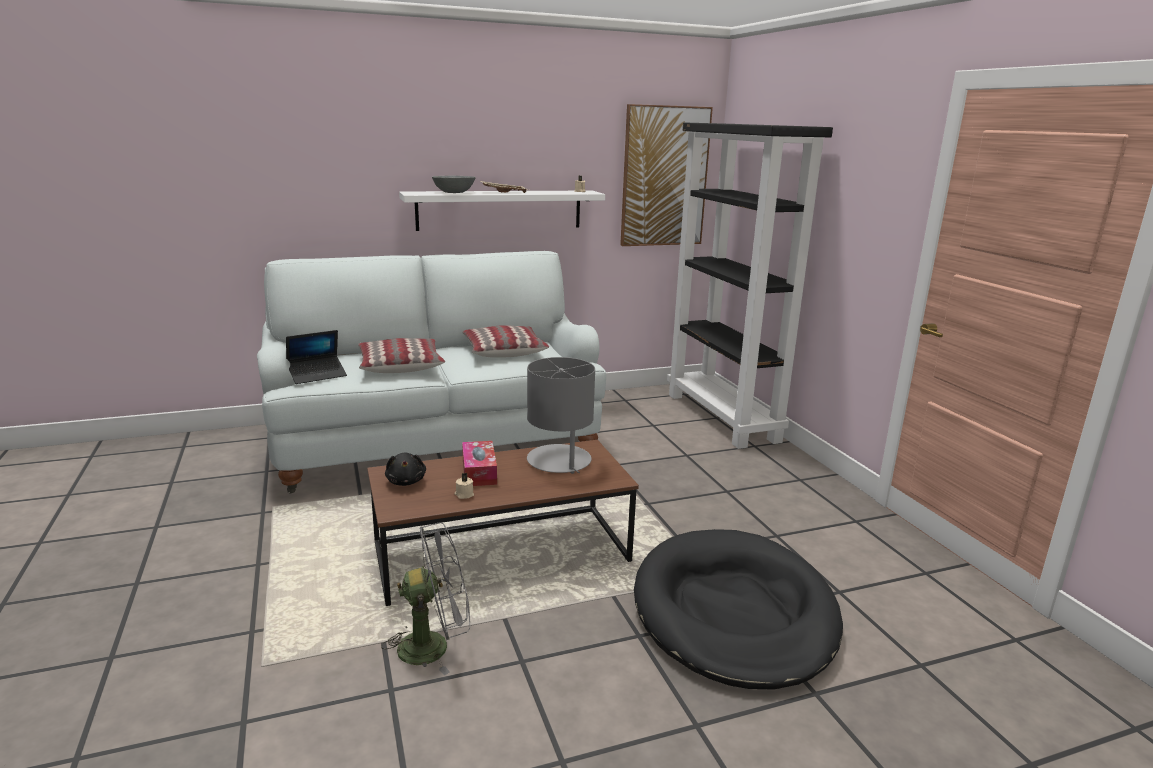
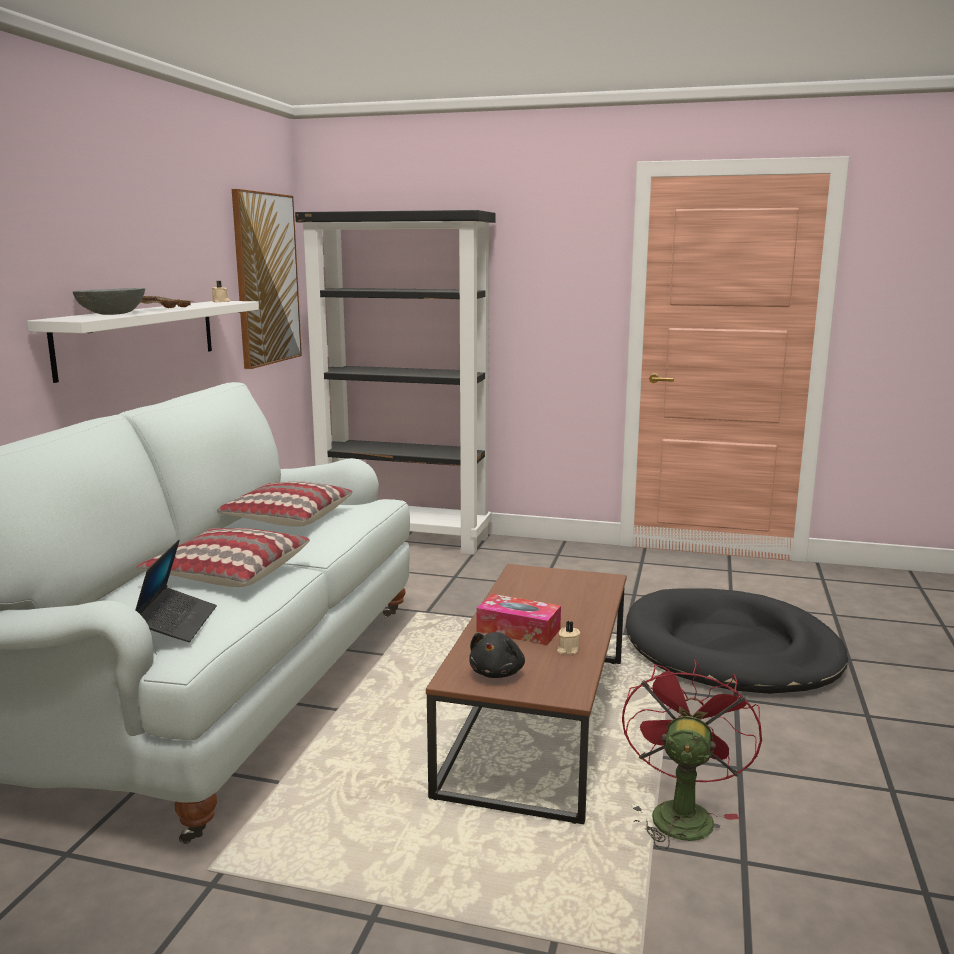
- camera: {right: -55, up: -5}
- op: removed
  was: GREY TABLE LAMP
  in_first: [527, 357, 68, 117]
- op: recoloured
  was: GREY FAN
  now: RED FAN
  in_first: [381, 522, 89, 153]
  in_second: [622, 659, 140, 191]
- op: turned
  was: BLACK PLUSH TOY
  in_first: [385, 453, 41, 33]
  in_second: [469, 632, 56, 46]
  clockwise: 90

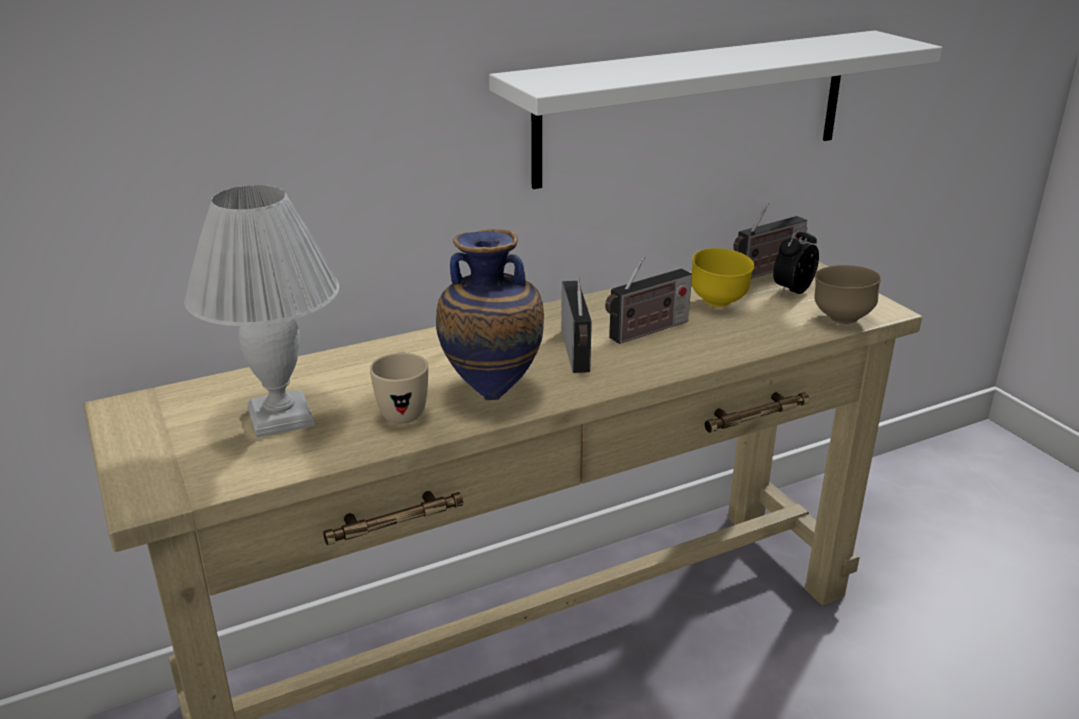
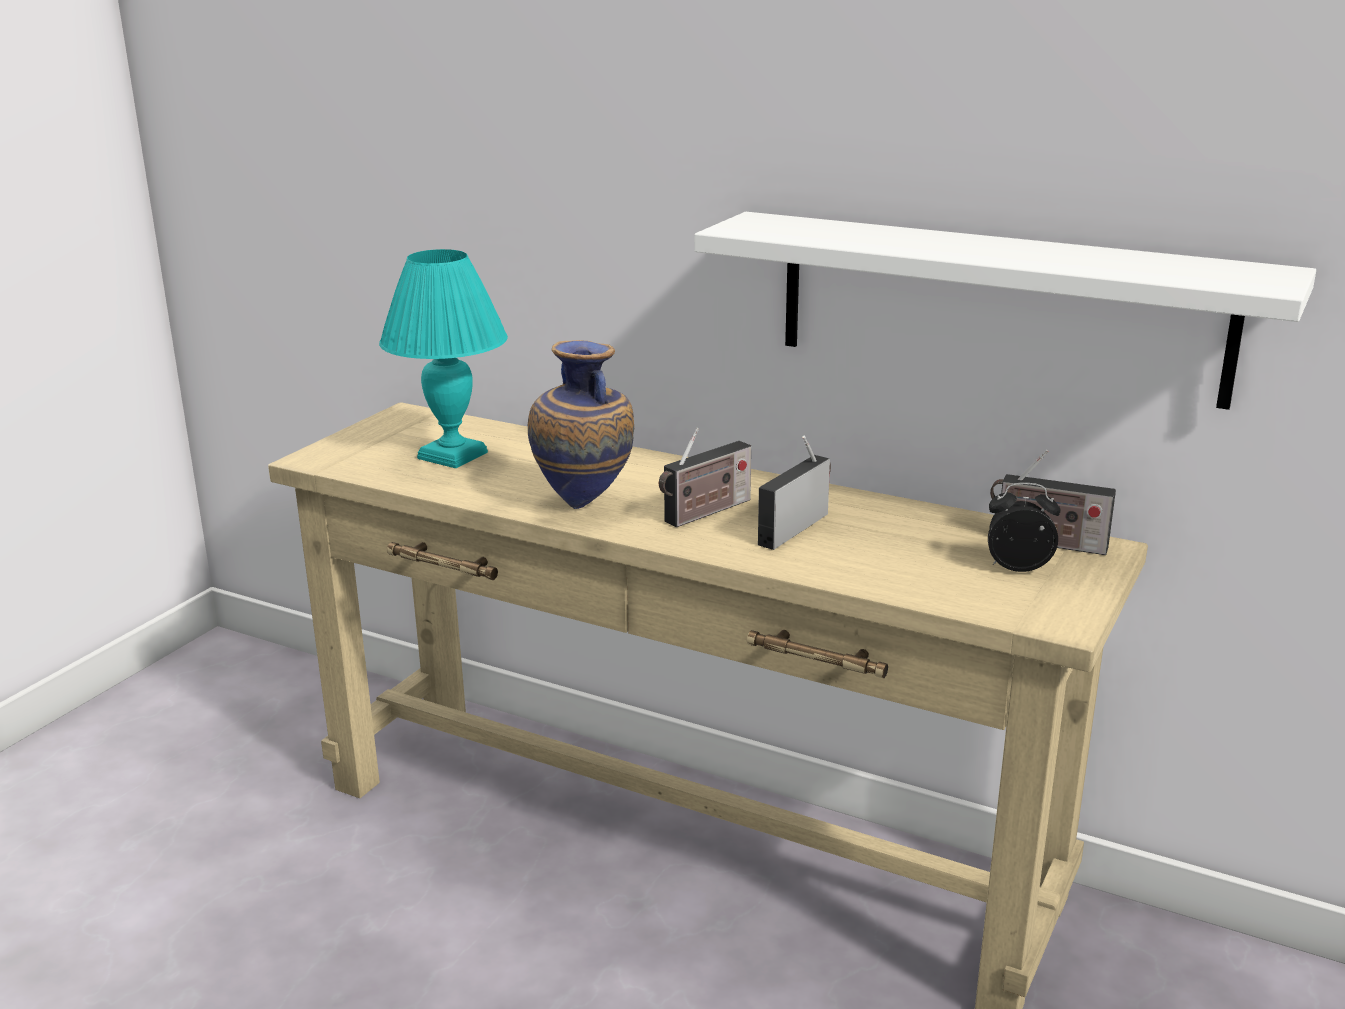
- camera: {right: 55, up: -5}
- op: removed
  was: BEIGE MUG
  in_first: [370, 352, 59, 72]
- op: removed
  was: YELLOW BOWL
  in_first: [691, 248, 63, 59]
- op: removed
  was: BROWN BOWL
  in_first: [814, 265, 67, 59]
- op: recoloured
  was: WHITE TABLE LAMP
  now: TURQUOISE TABLE LAMP
  in_first: [184, 185, 155, 253]
  in_second: [379, 249, 129, 219]
- op: turned
  was: RADIO
  in_first: [605, 256, 87, 88]
  in_second: [758, 436, 73, 114]
  clockwise: 105

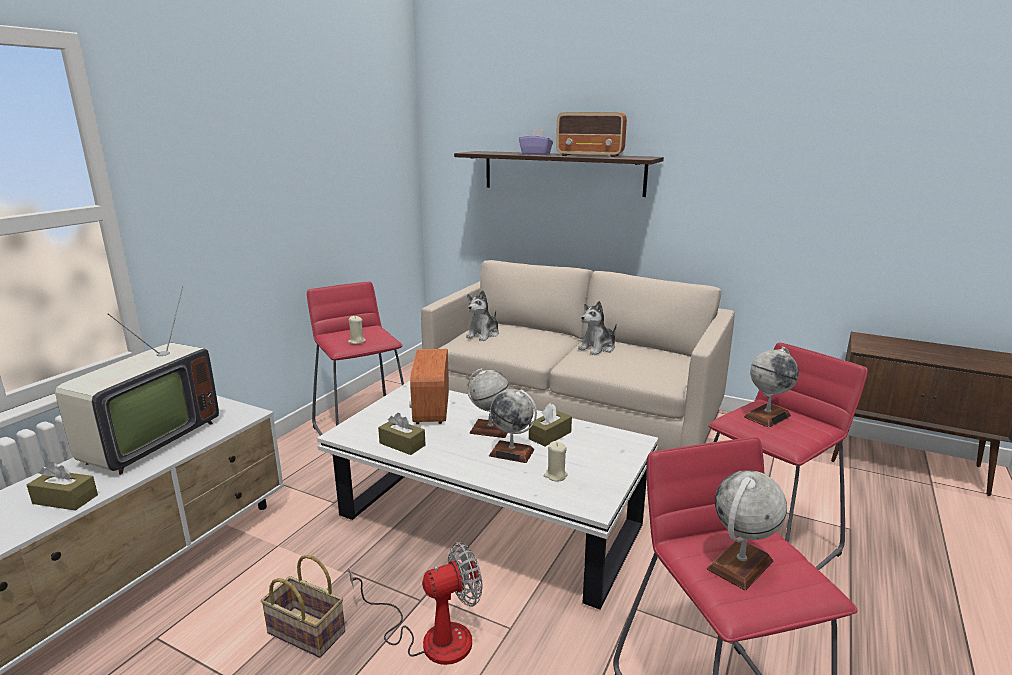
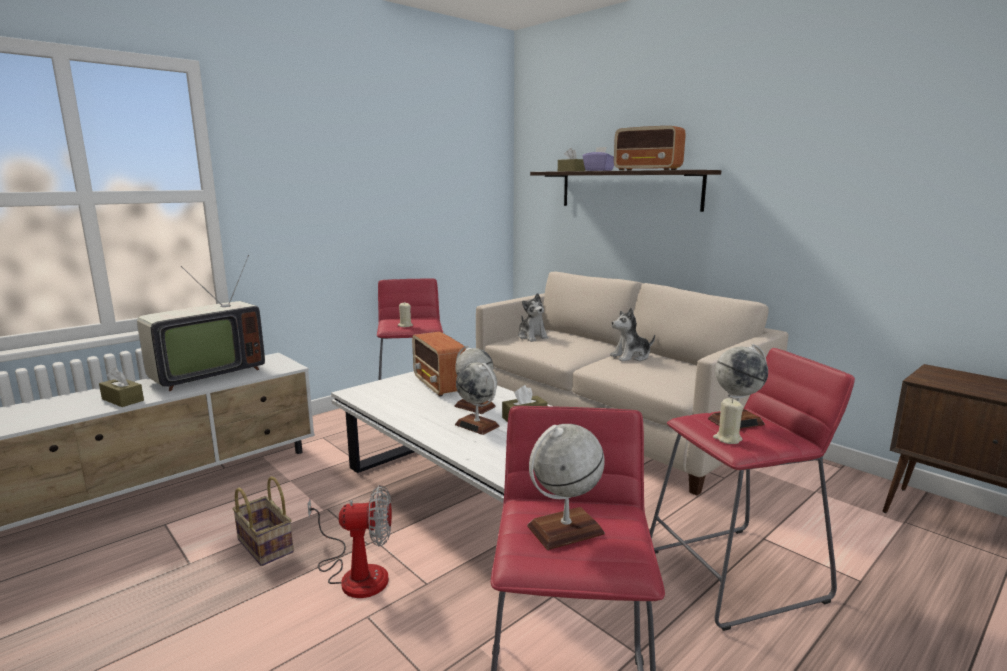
- camera: {right: 20, up: -5}
- op: moved
  was: BROWN TISSUE BOX
  in_first: [378, 413, 48, 42]
  in_second: [558, 148, 27, 23]
- op: moved
  was: BEIGE CANDLE
  in_first: [544, 441, 24, 41]
  in_second: [713, 398, 31, 46]
- op: turned
  was: RADIO
  in_first: [410, 349, 39, 75]
  in_second: [412, 332, 54, 65]
  clockwise: -45
- op: turned
  was: PLUSH TOY
  in_first: [466, 290, 33, 51]
  in_second: [518, 293, 31, 49]
  clockwise: -75

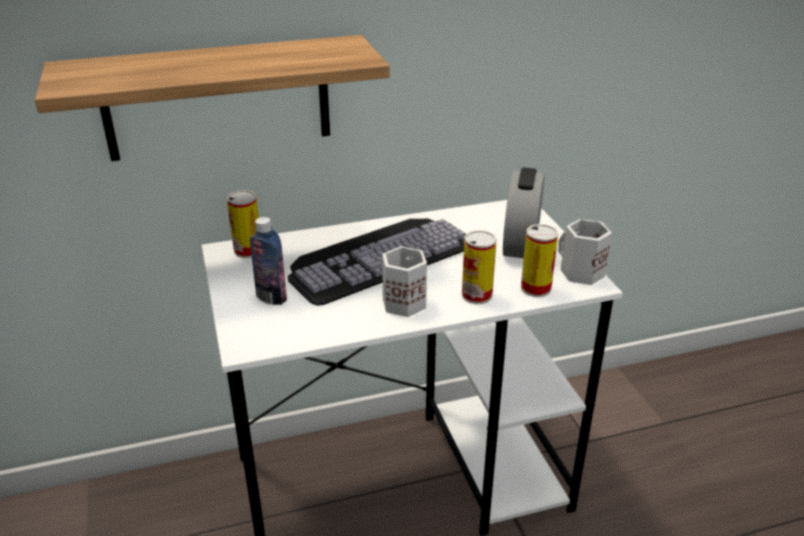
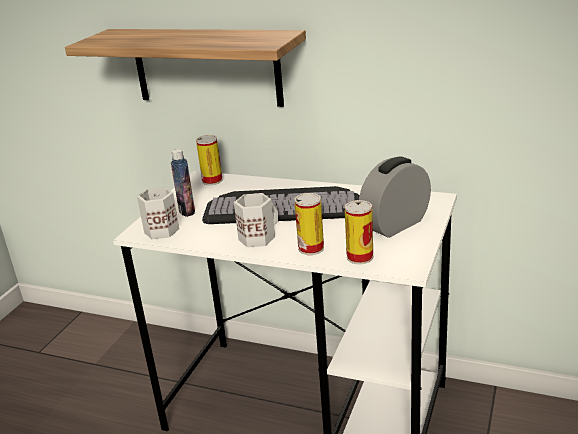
- camera: {right: 40, up: -5}
- op: moved
  was: WHITE MUG
  in_first: [558, 219, 54, 66]
  in_second: [137, 187, 42, 52]

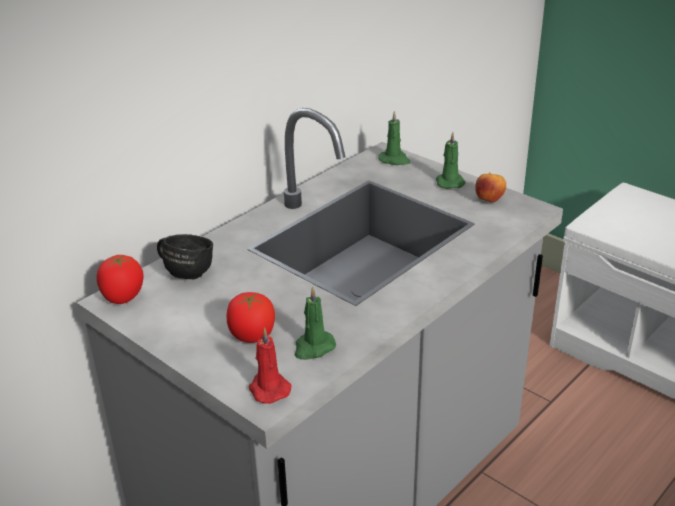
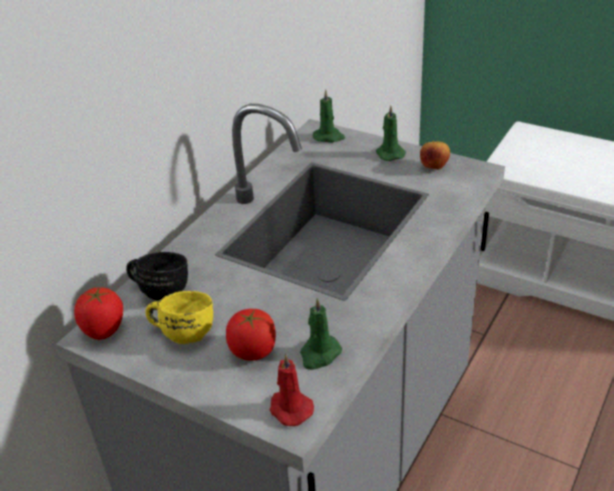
- camera: {right: -10, up: 5}
- op: added
  now: YELLOW MUG
  in_second: [145, 291, 68, 53]

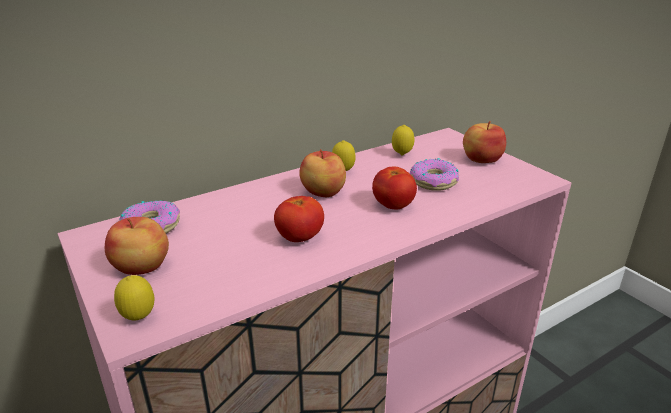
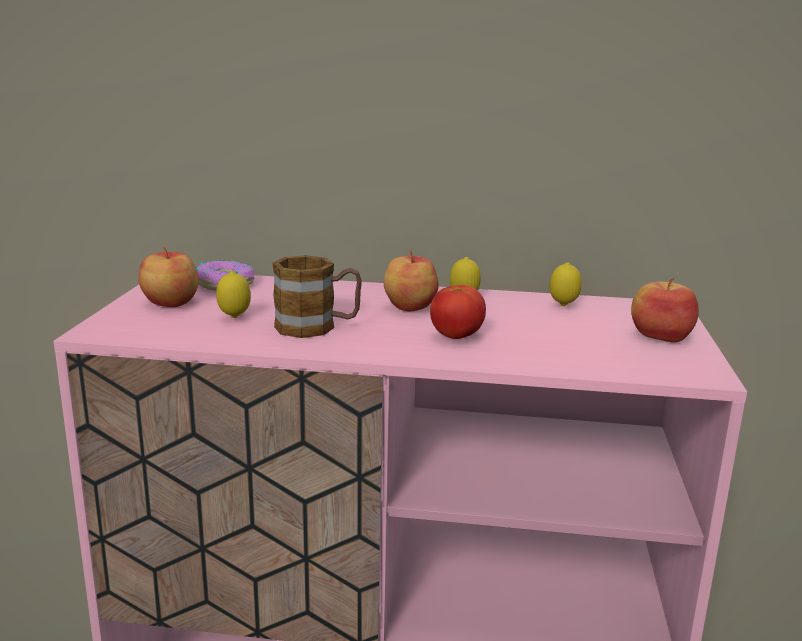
- camera: {right: 40, up: -10}
- op: removed
  was: DONUT
  in_first: [409, 158, 50, 33]
- op: moved
  was: LEMON
  in_first: [114, 275, 40, 45]
  in_second: [216, 271, 35, 47]
- op: replaced
  was: TOMATO
  now: MUG
  in_first: [274, 196, 50, 46]
  in_second: [272, 255, 90, 83]

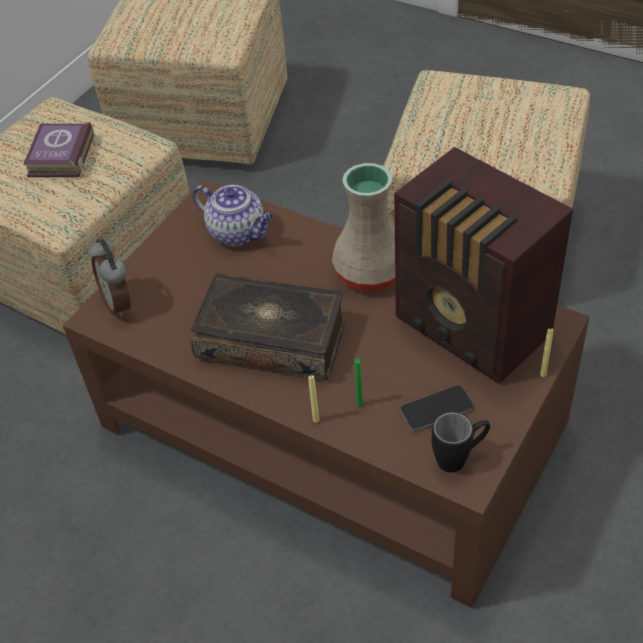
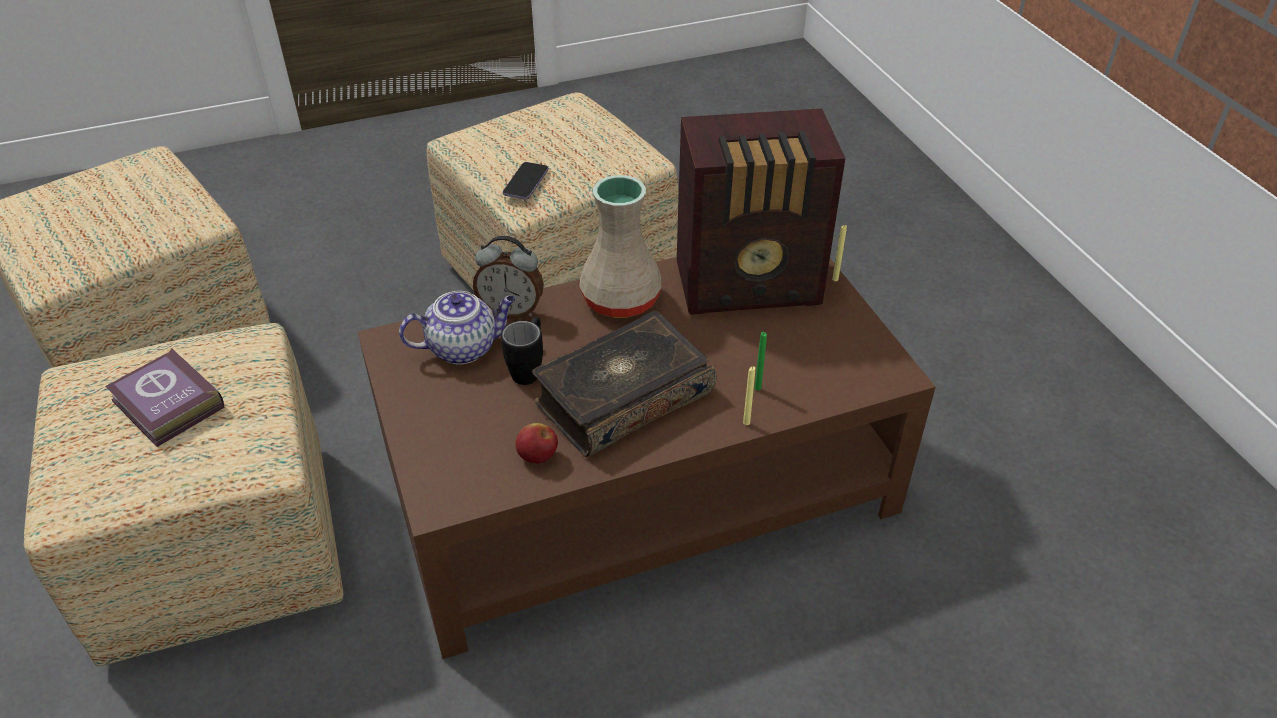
- camera: {right: -55, up: -5}
- op: added
  now: APPLE
  in_second: [515, 423, 43, 40]
- op: moved
  was: ALARM CLOCK
  in_first: [88, 239, 43, 79]
  in_second: [473, 236, 71, 83]
- op: moved
  was: PHONE
  in_first: [400, 385, 74, 46]
  in_second: [503, 162, 45, 37]
- op: moved
  was: BLACK MUG
  in_first: [432, 412, 58, 61]
  in_second: [501, 317, 42, 68]

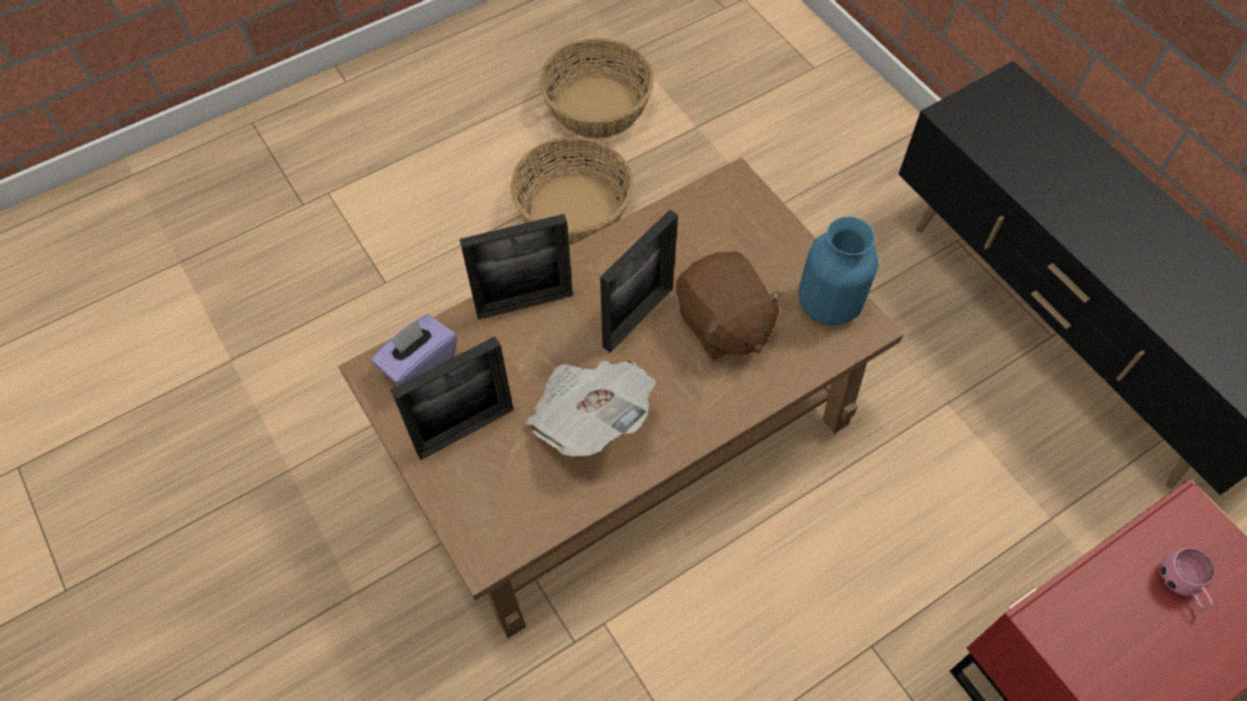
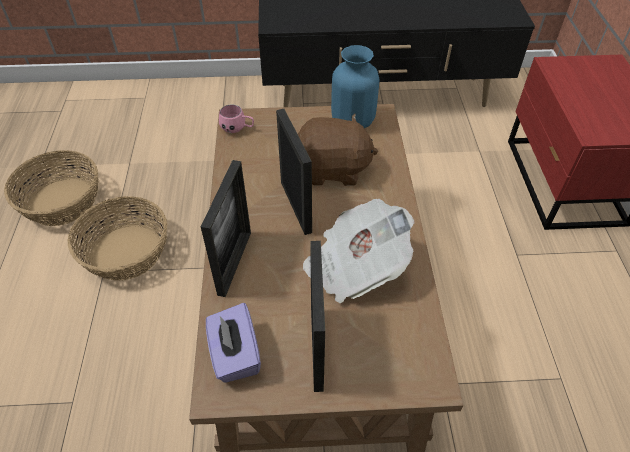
- camera: {right: -60, up: -10}
- op: moved
  was: PINK MUG
  in_first: [1160, 548, 54, 62]
  in_second: [219, 104, 35, 29]

